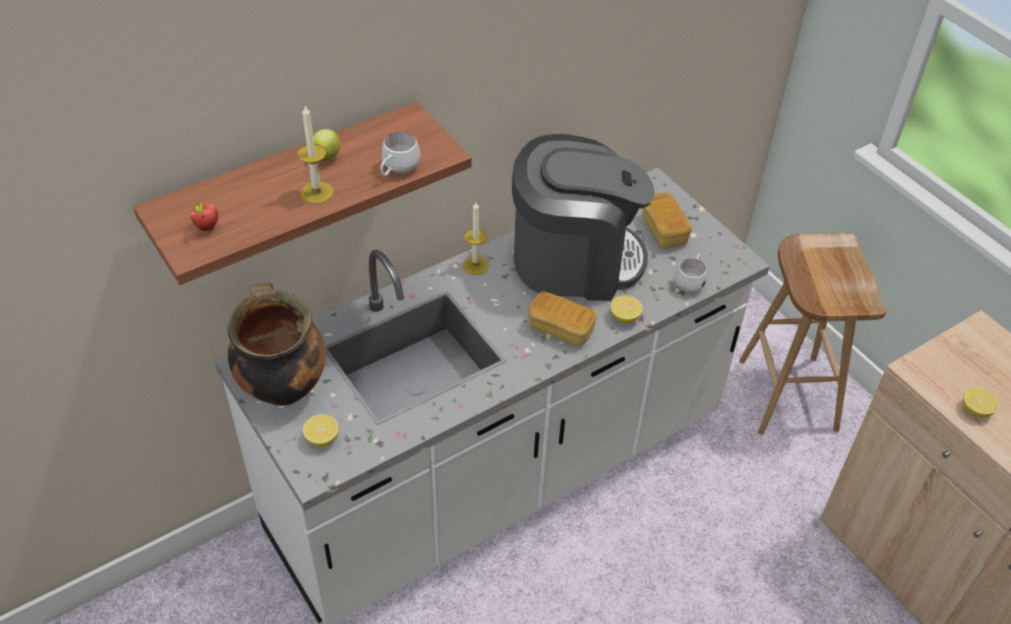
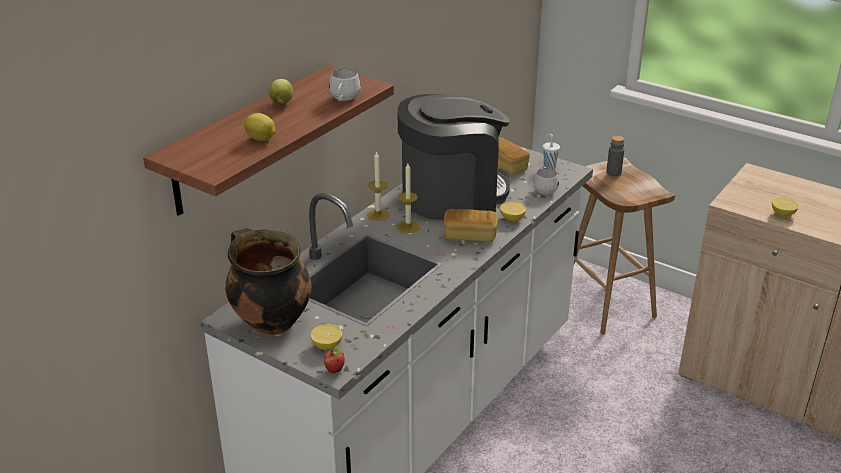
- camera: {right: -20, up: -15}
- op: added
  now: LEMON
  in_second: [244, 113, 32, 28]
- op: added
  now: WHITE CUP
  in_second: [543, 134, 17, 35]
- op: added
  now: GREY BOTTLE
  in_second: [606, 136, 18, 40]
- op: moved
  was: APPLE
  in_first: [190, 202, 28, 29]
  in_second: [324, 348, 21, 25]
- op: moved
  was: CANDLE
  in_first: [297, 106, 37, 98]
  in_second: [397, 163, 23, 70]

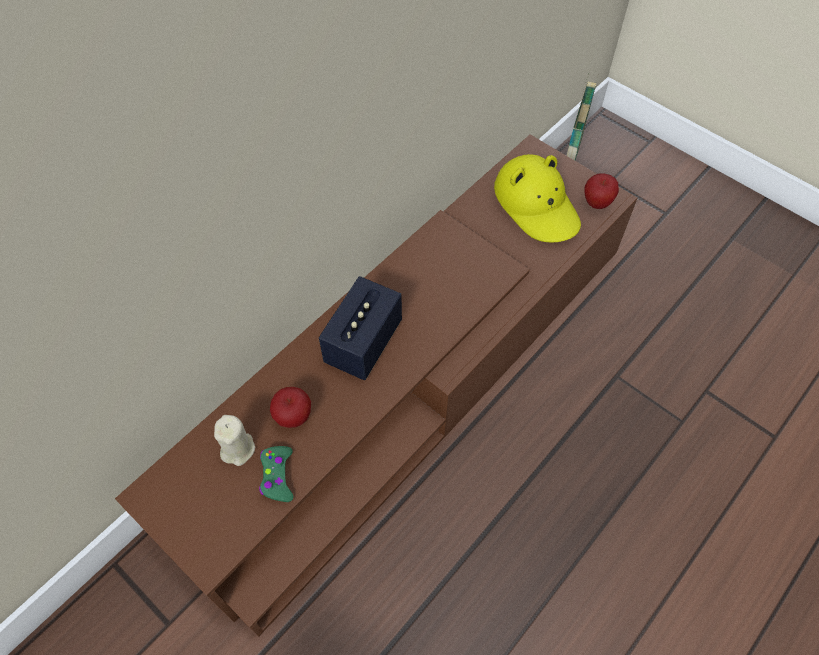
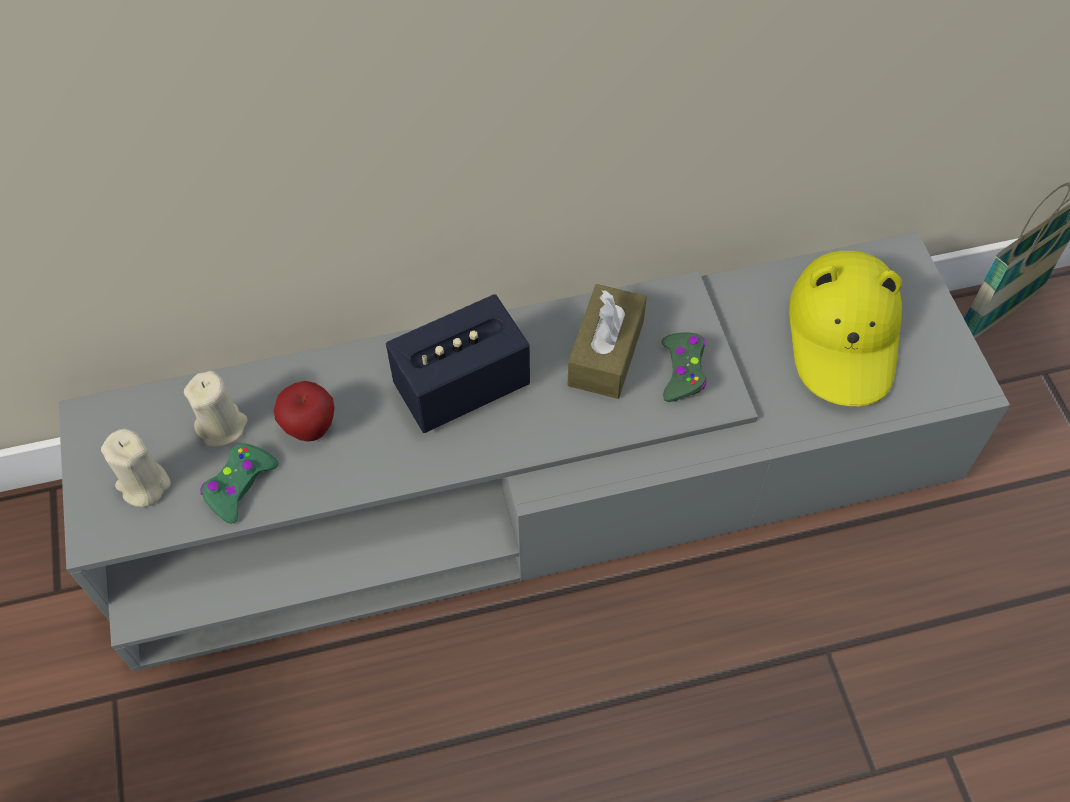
- camera: {right: 35, up: 0}
- op: removed
  was: APPLE
  in_first: [584, 174, 35, 35]
- op: added
  now: BEIGE CANDLE
  in_second: [101, 428, 70, 79]
- op: added
  now: BROWN TISSUE BOX
  in_second: [568, 284, 79, 115]
- op: added
  now: GREEN GAME CONTROLLER
  in_second: [661, 332, 46, 70]
- op: recoloured
  was: BROWN TV STAND
  now: GREY TV STAND
  in_first: [115, 134, 522, 503]
  in_second: [59, 232, 951, 439]

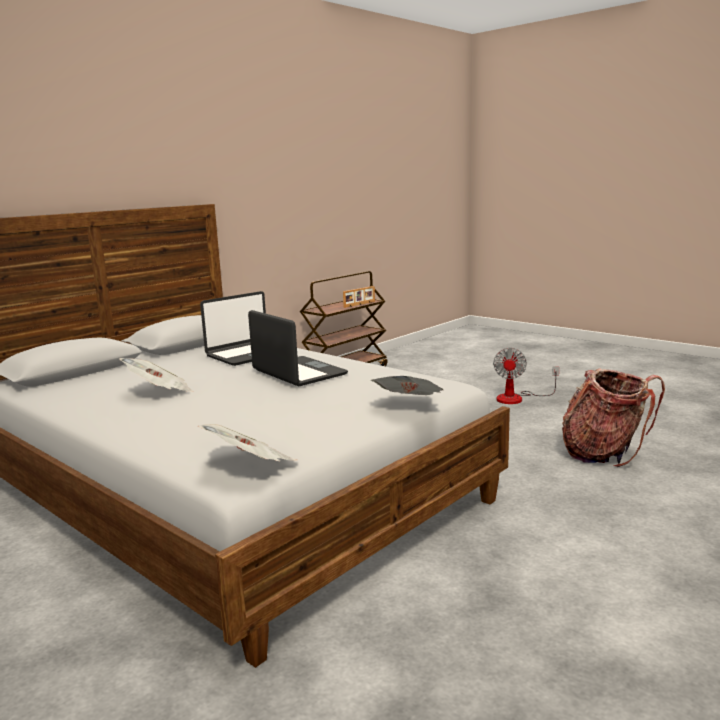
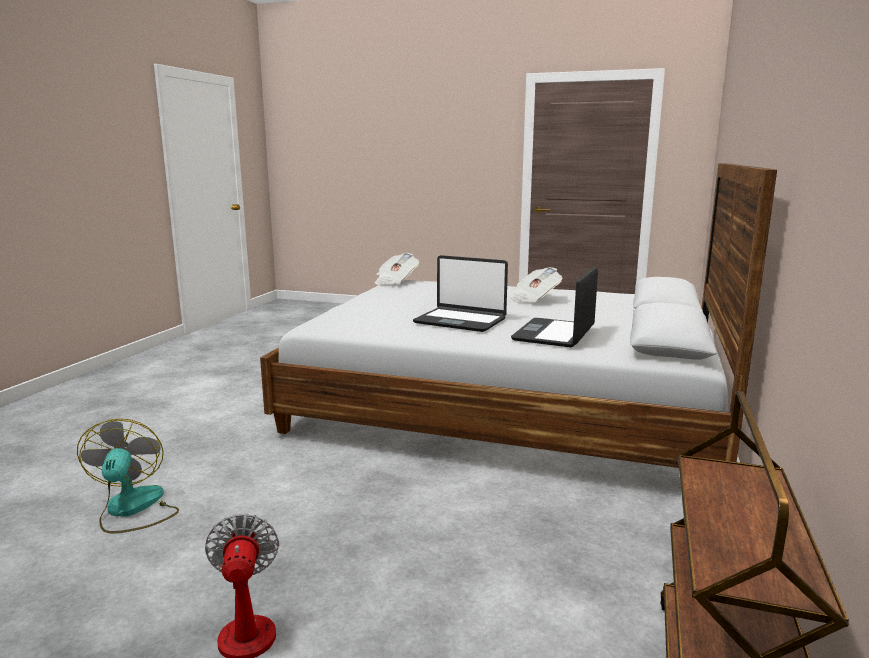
- camera: {right: 155, up: 0}
- op: removed
  was: PICTURE FRAME
  in_first: [343, 286, 32, 22]
- op: removed
  was: NEWSPAPER
  in_first: [371, 376, 72, 19]
- op: replaced
  was: BACKPACK
  now: FAN
  in_first: [562, 368, 103, 99]
  in_second: [77, 418, 102, 115]

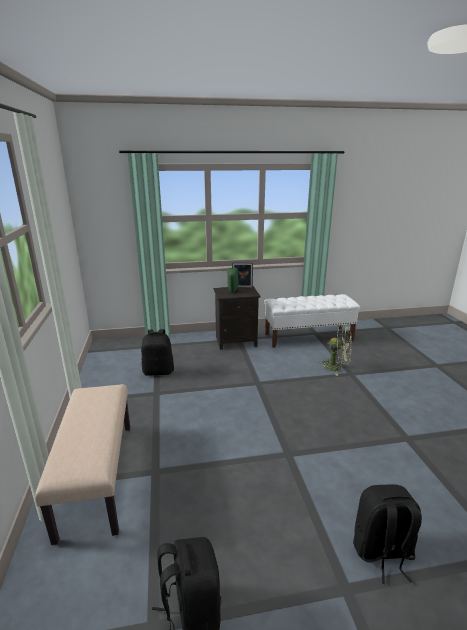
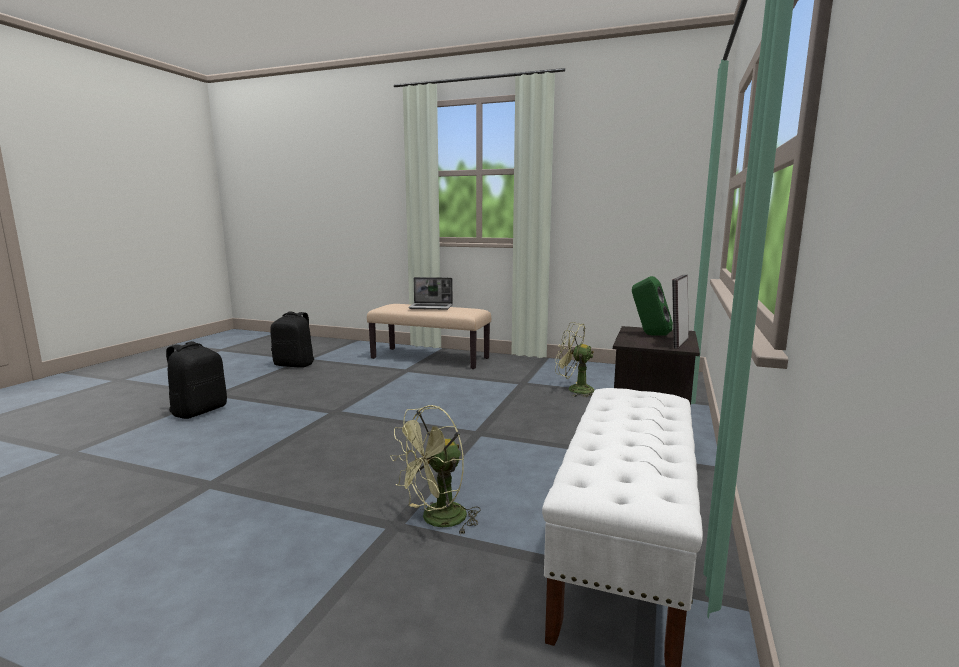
- camera: {right: 120, up: -10}
- op: added
  now: LAPTOP
  in_second: [408, 277, 45, 33]
- op: replaced
  was: BLACK BACKPACK
  now: GREEN FAN
  in_first: [141, 329, 33, 47]
  in_second: [555, 322, 39, 75]

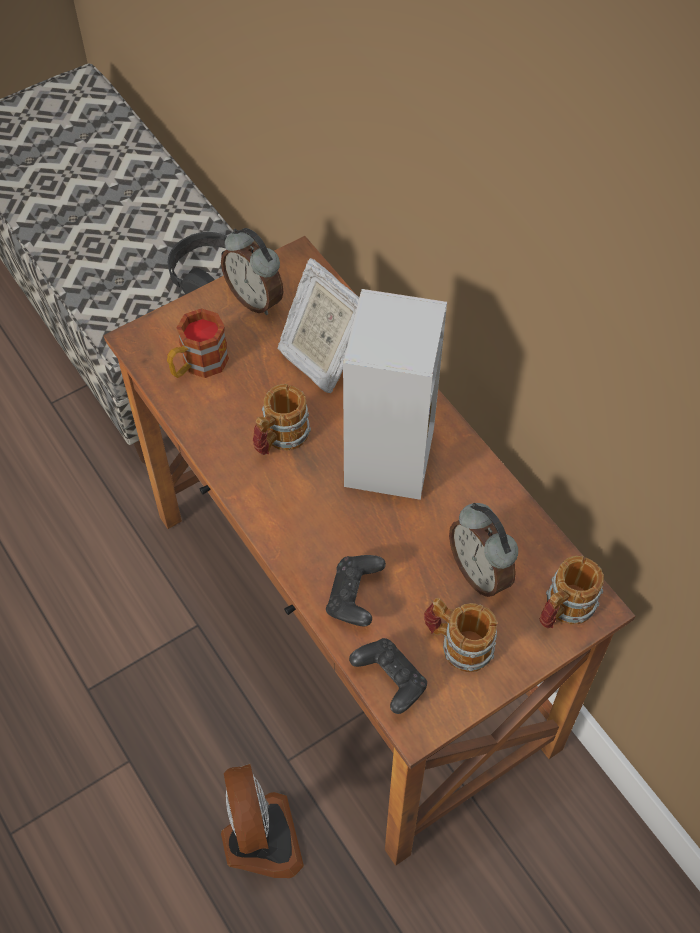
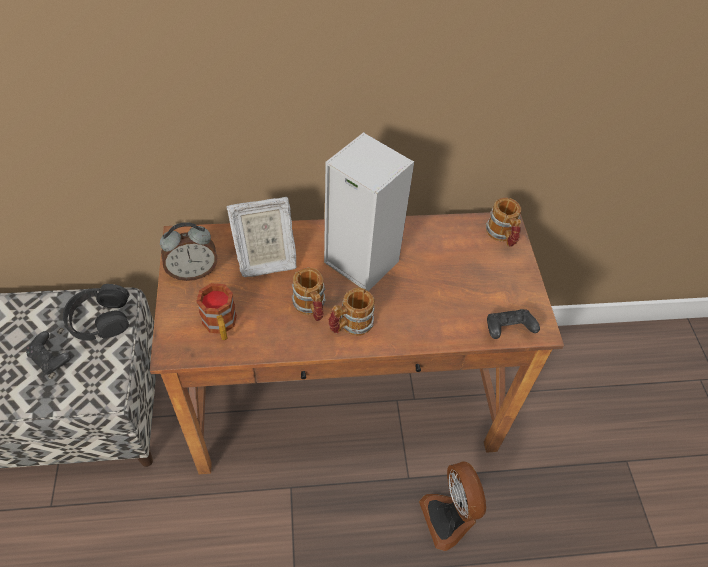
- camera: {right: -65, up: -5}
- op: removed
  was: ALARM CLOCK
  in_first: [449, 503, 69, 94]
- op: moved
  was: BLACK GAME CONTROLLER
  in_first: [326, 555, 60, 71]
  in_second: [26, 331, 45, 44]
- op: moved
  was: MUG
  in_first: [424, 598, 73, 74]
  in_second: [328, 288, 47, 48]
- op: turned
  was: FAN
  in_first: [221, 764, 83, 114]
  in_second: [419, 461, 67, 90]
  clockwise: -120

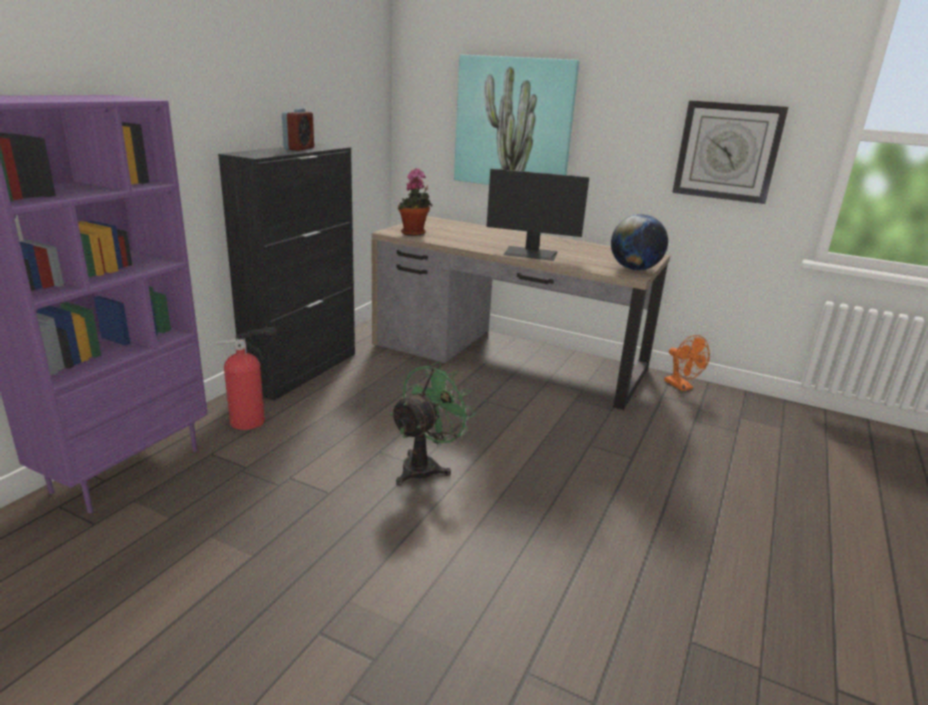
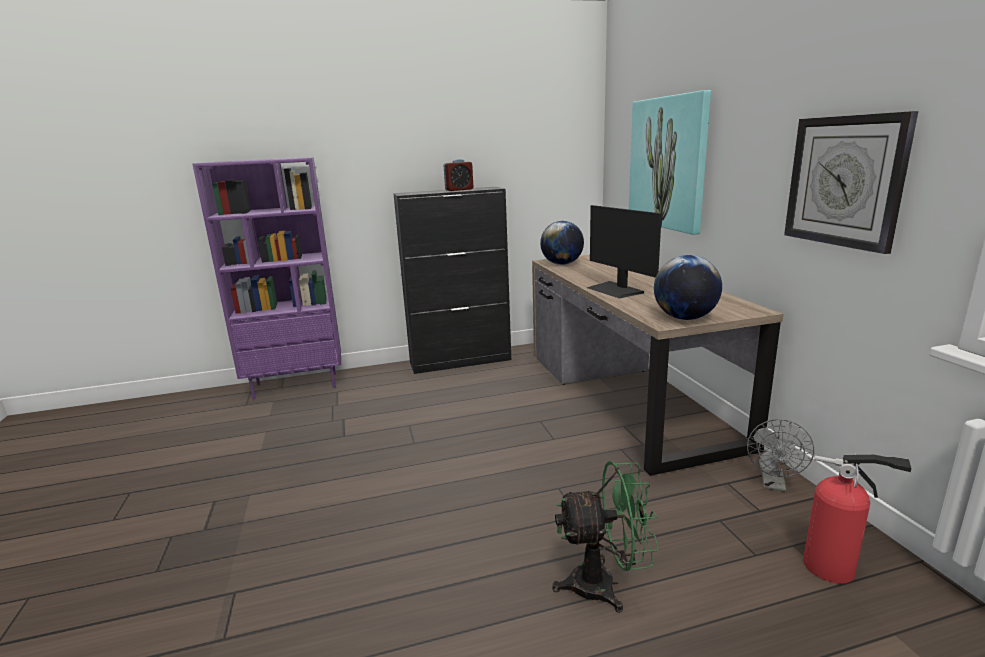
- camera: {right: 50, up: -5}
- op: moved
  was: FIRE EXTINGUISHER
  in_first: [217, 327, 59, 103]
  in_second: [803, 453, 109, 130]
- op: moved
  was: GREEN FAN
  in_first: [390, 362, 86, 123]
  in_second: [552, 461, 107, 152]
- op: replaced
  was: POTTED PLANT
  now: GLOBE
  in_first: [398, 168, 35, 68]
  in_second: [540, 221, 44, 44]
- op: recoloured
  was: ORANGE FAN
  now: GREY FAN
  in_first: [664, 335, 46, 56]
  in_second: [747, 419, 67, 73]

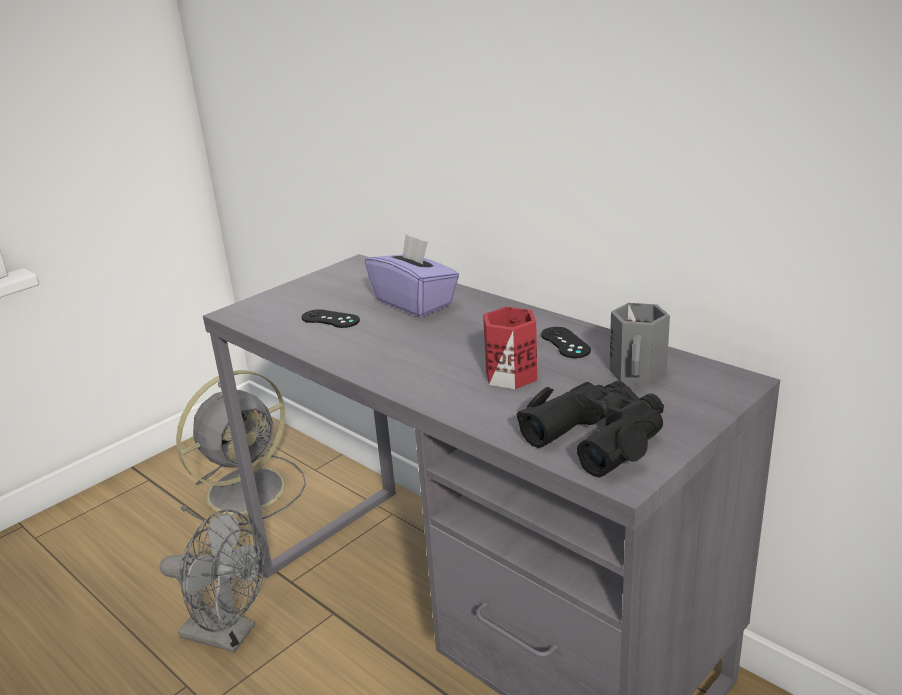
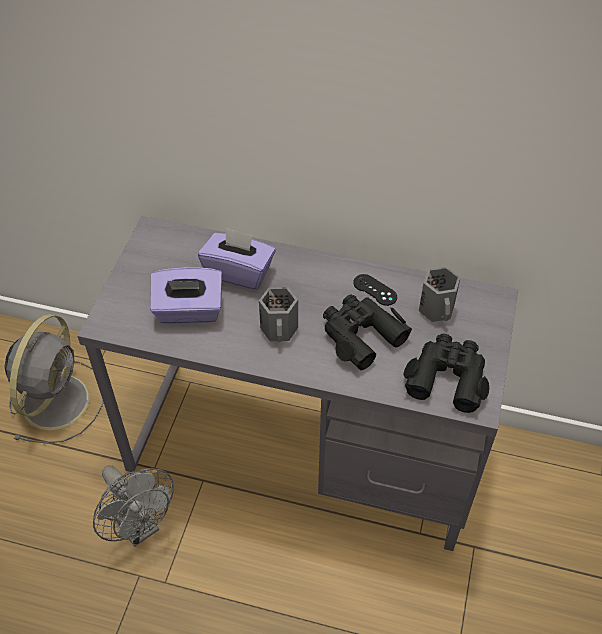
- camera: {right: -30, up: 25}
- op: added
  now: GREY MUG
  in_second: [259, 287, 39, 55]
- op: replaced
  was: BLACK GAME CONTROLLER
  now: PURPLE TISSUE BOX
  in_first: [302, 309, 58, 19]
  in_second: [150, 267, 72, 57]
- op: replaced
  was: RED MUG
  now: BLACK BINOCULARS
  in_first: [483, 307, 54, 82]
  in_second: [323, 294, 89, 76]
- op: turned
  was: GREY FAN
  in_first: [159, 509, 106, 144]
  in_second: [93, 465, 81, 82]
  clockwise: 60

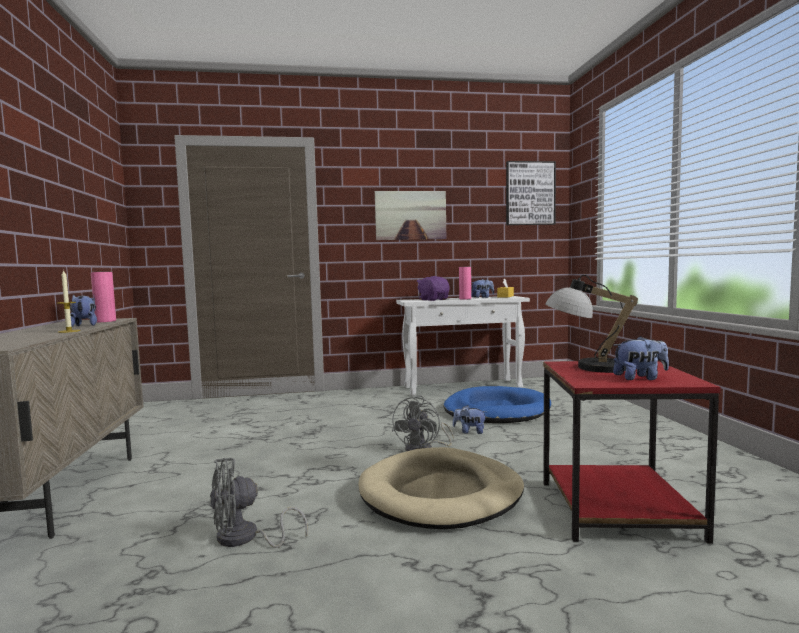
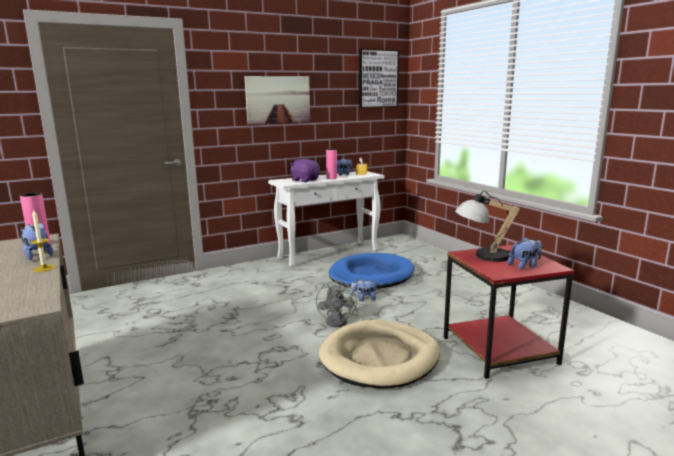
- camera: {right: -20, up: 10}
- op: removed
  was: GREY FAN
  in_first: [210, 458, 98, 90]

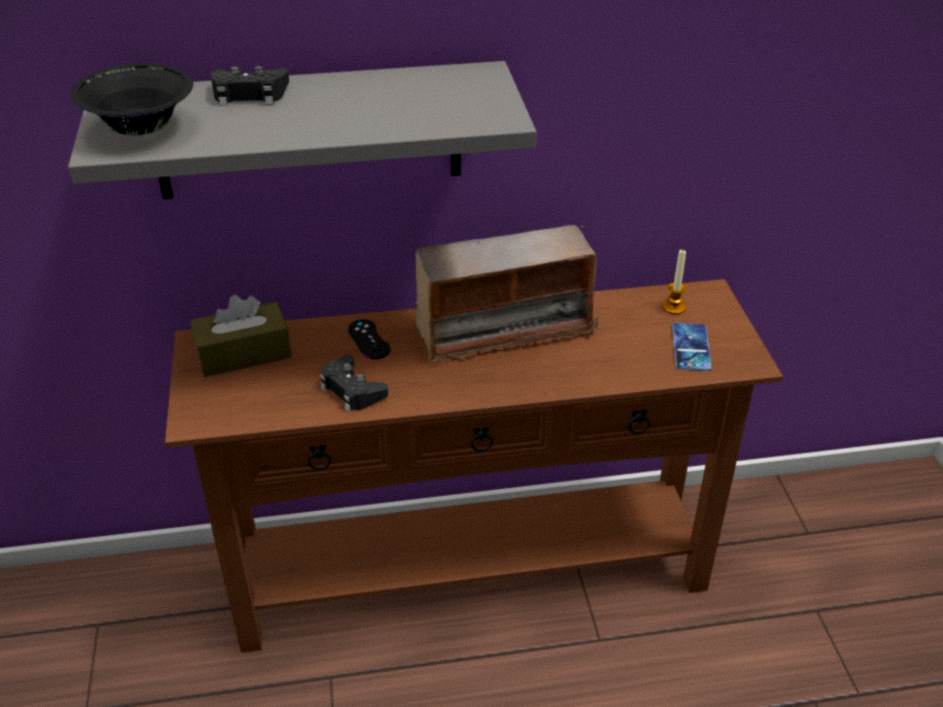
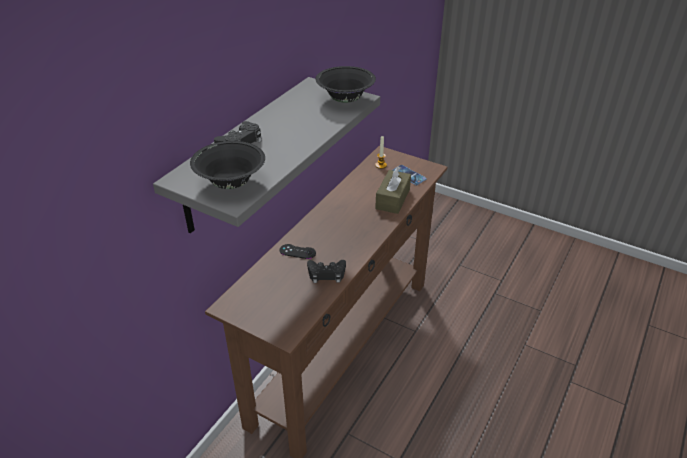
- camera: {right: -50, up: 0}
- op: removed
  was: RADIO
  in_first: [413, 225, 188, 136]
- op: added
  now: BLACK BOWL
  in_second: [315, 66, 61, 37]
- op: moved
  was: BROWN TISSUE BOX
  in_first: [191, 295, 101, 82]
  in_second: [375, 166, 36, 48]

